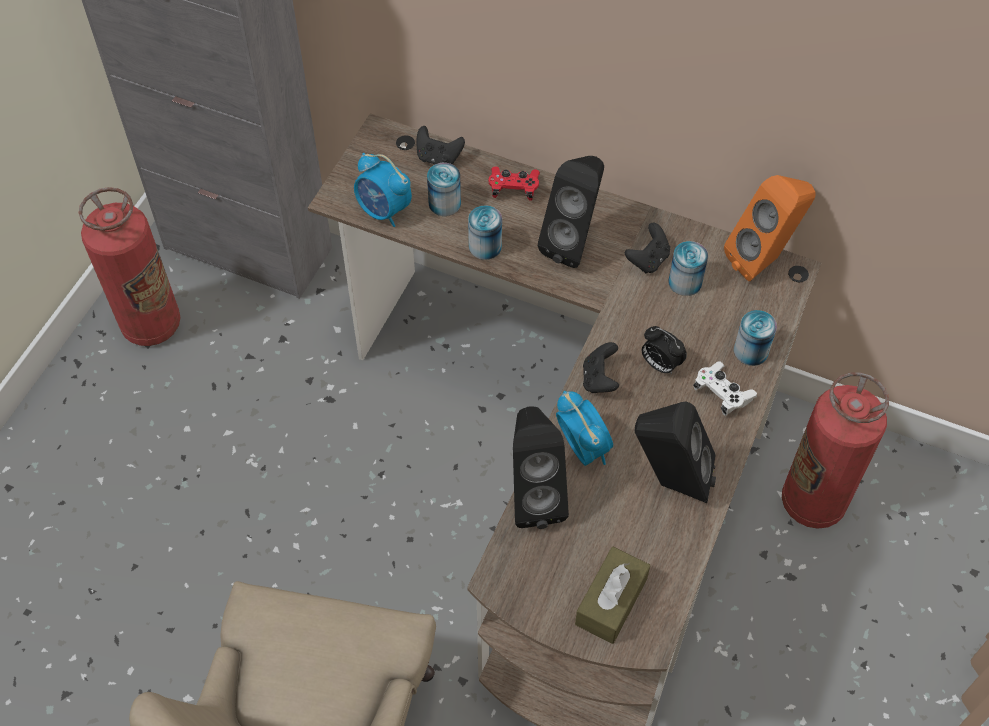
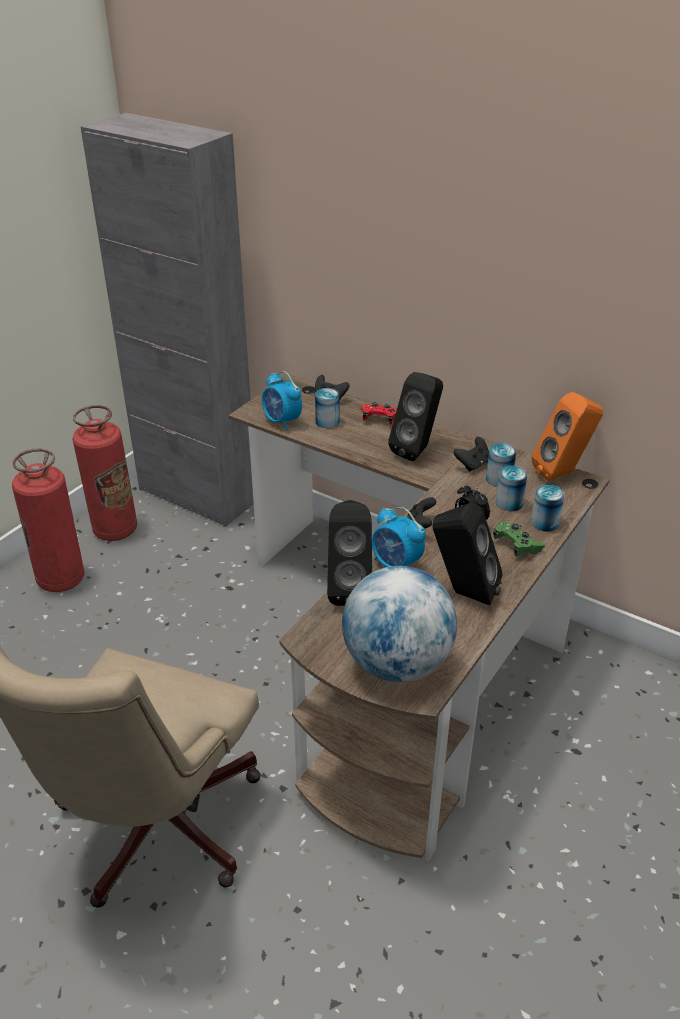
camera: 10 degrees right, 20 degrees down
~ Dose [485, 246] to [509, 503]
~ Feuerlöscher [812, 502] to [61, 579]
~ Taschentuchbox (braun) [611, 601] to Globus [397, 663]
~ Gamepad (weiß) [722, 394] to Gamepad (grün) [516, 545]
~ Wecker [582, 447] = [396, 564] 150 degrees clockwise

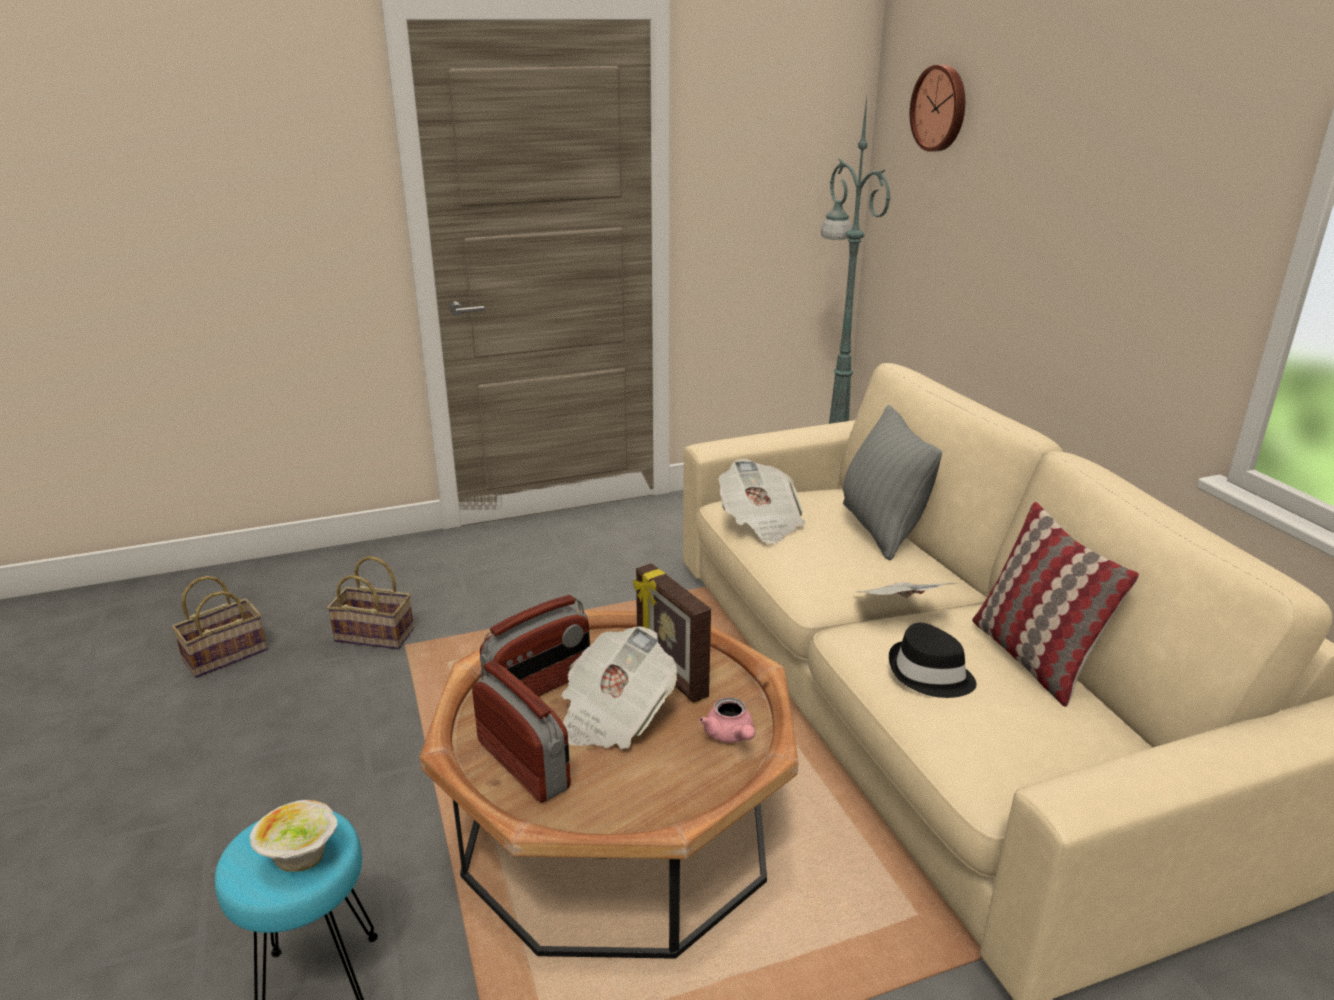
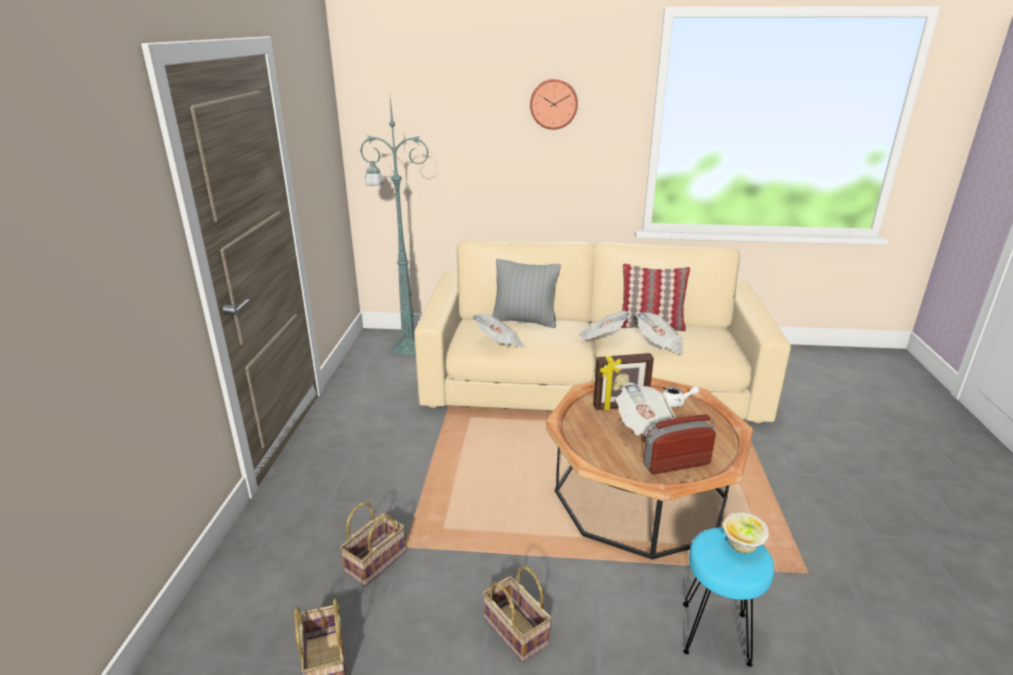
camera: 65 degrees left, 0 degrees up
- Radio [539, 687]
+ Korb [513, 631]
~ Wanduhr [940, 108] to [553, 104]
~ Hut (schwarz) [929, 674] to Zeitung [659, 345]
~ Teekanne (rosa) [730, 736] to Teekanne (weiß) [676, 403]

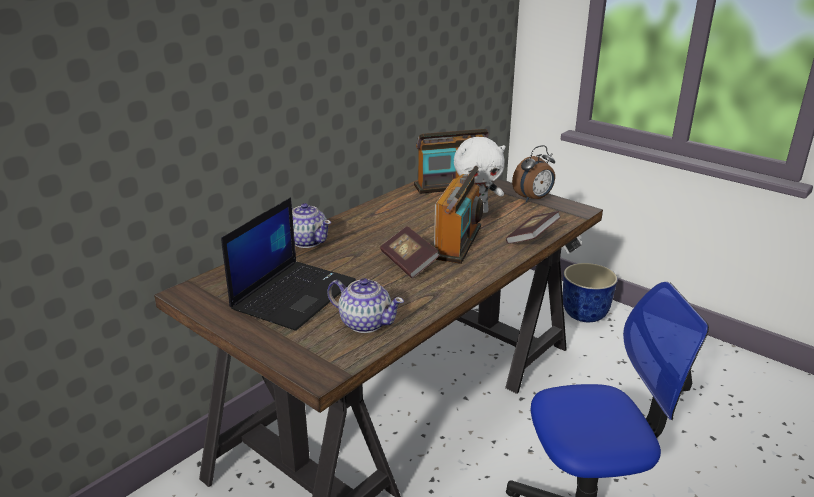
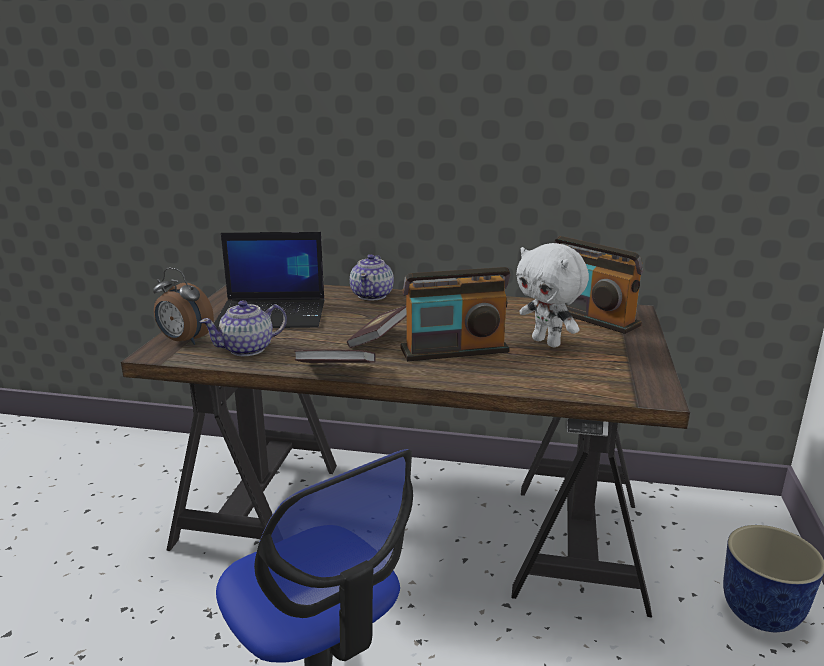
camera: 60 degrees right, 5 degrees down
~ Buch [532, 238] to [336, 371]
~ Wecker [533, 199] to [184, 341]
~ Teekanne [365, 322] = [248, 349] 60 degrees clockwise

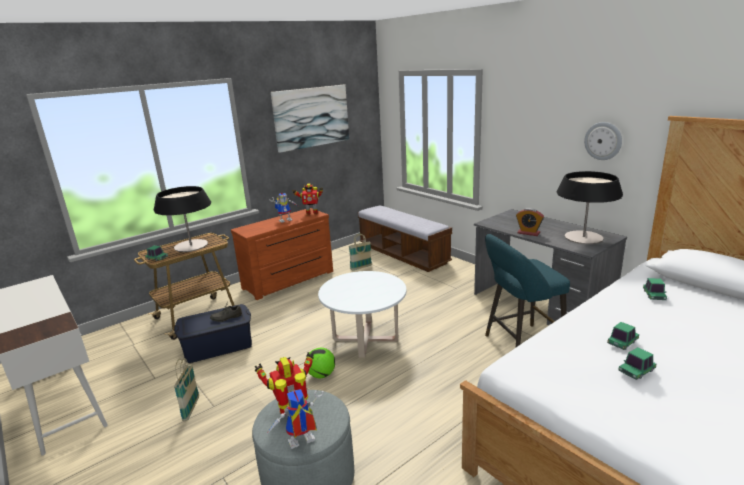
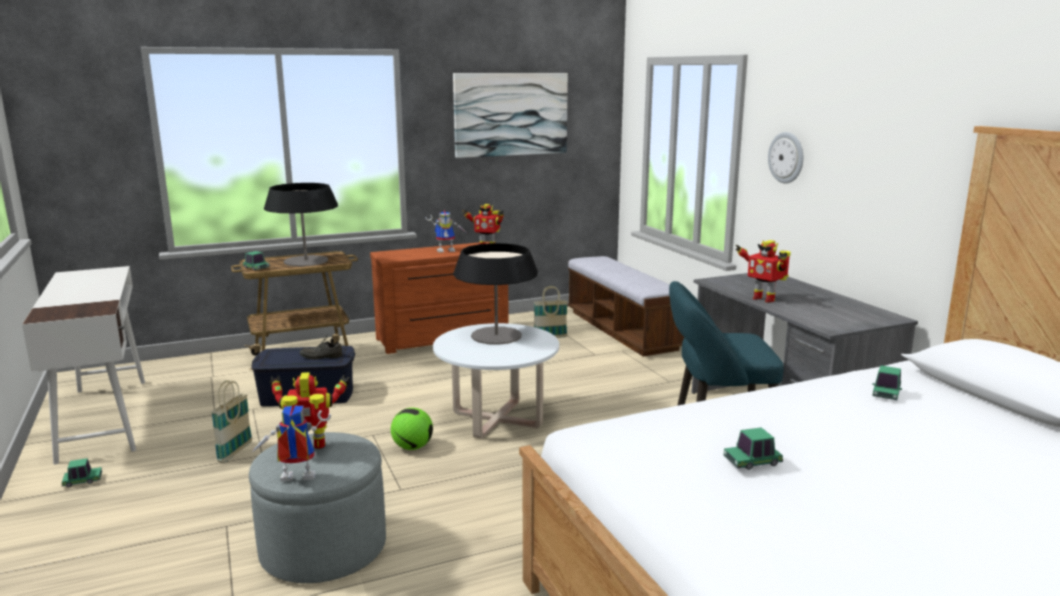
camera: 15 degrees right, 5 degrees down
~ Tischlampe [583, 237] to [496, 335]
~ Wanduhr [603, 141] to [786, 157]
~ Spielzeugauto [622, 342] to [82, 481]
~ Wecker [528, 233] to Spielzeugroboter [763, 299]

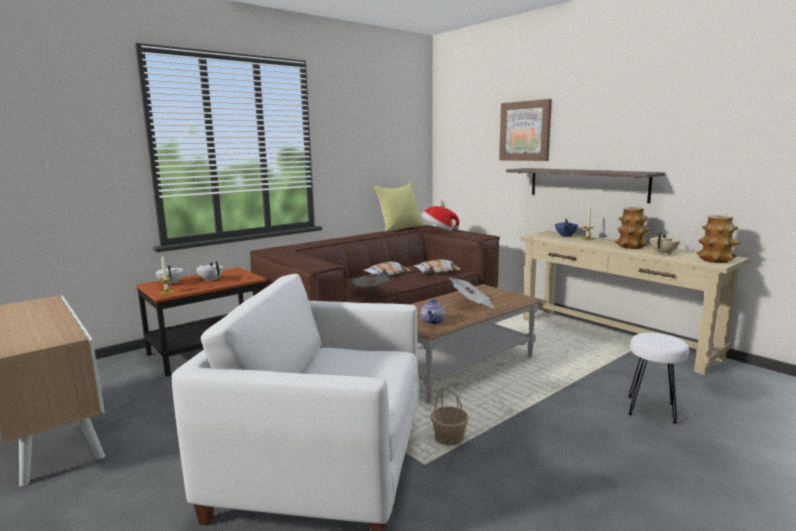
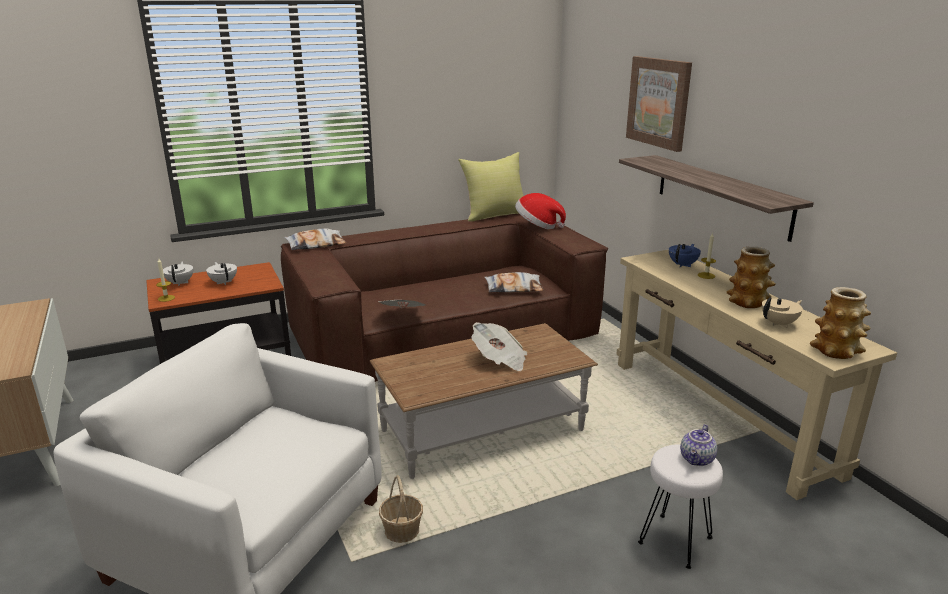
camera: 15 degrees right, 10 degrees up
~ Kissen [387, 274] to [316, 244]
~ Teekanne [433, 322] to [697, 459]

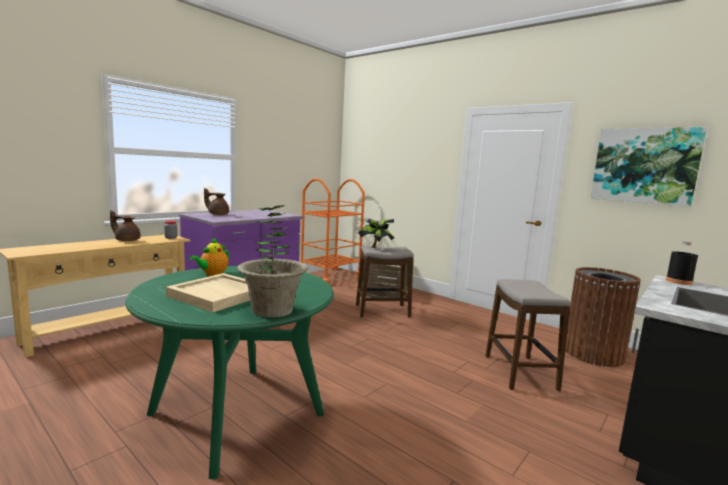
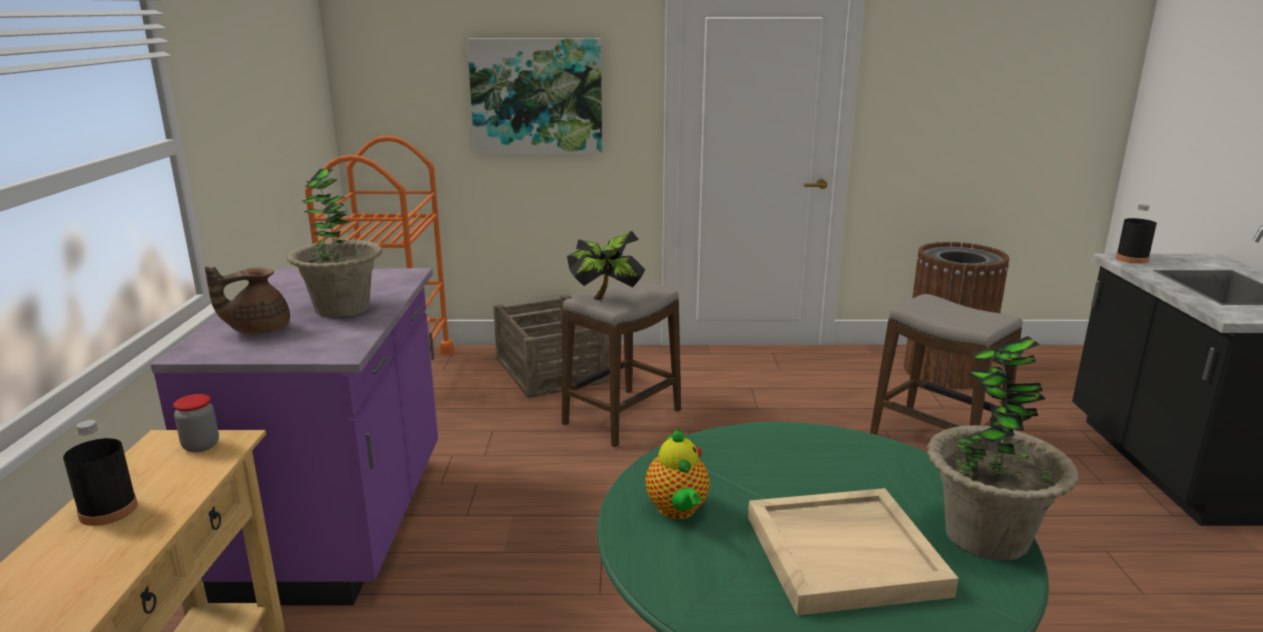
camera: 40 degrees left, 10 degrees up
+ Topfpflanze [342, 309]
~ Bild [644, 166] to [536, 96]
~ Teekanne (braun) [127, 240] to Flasche (schwarz) [108, 510]

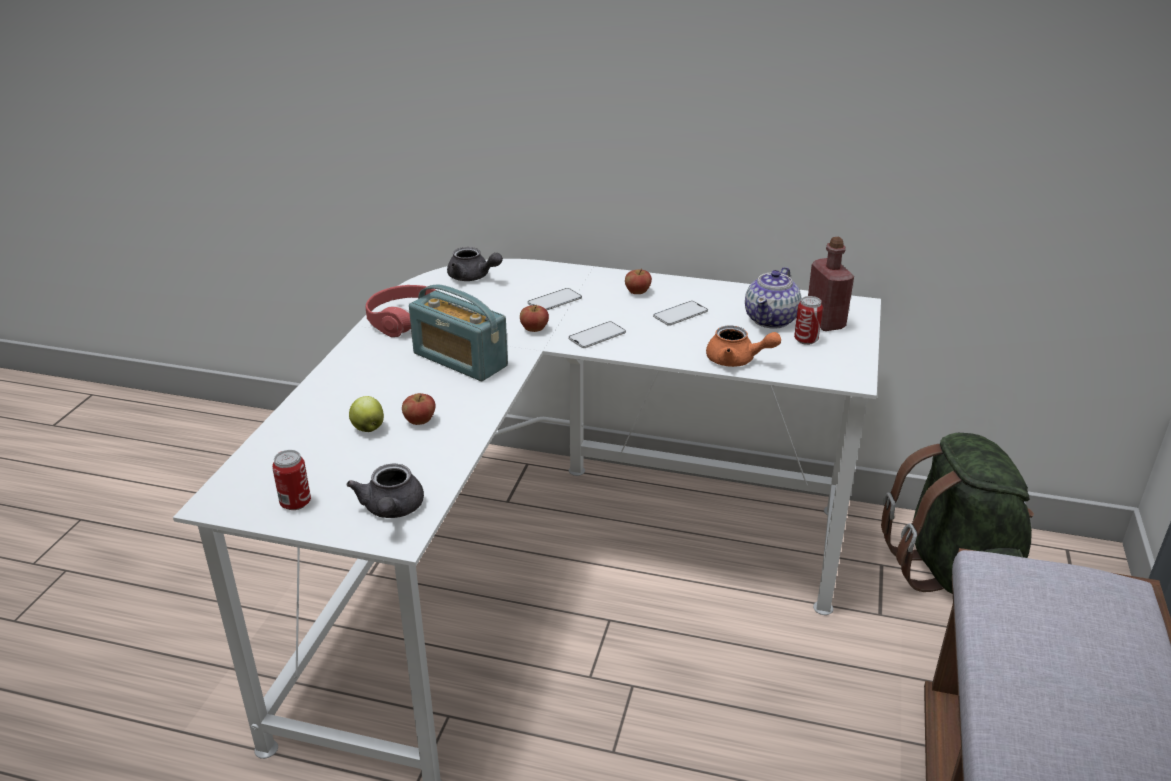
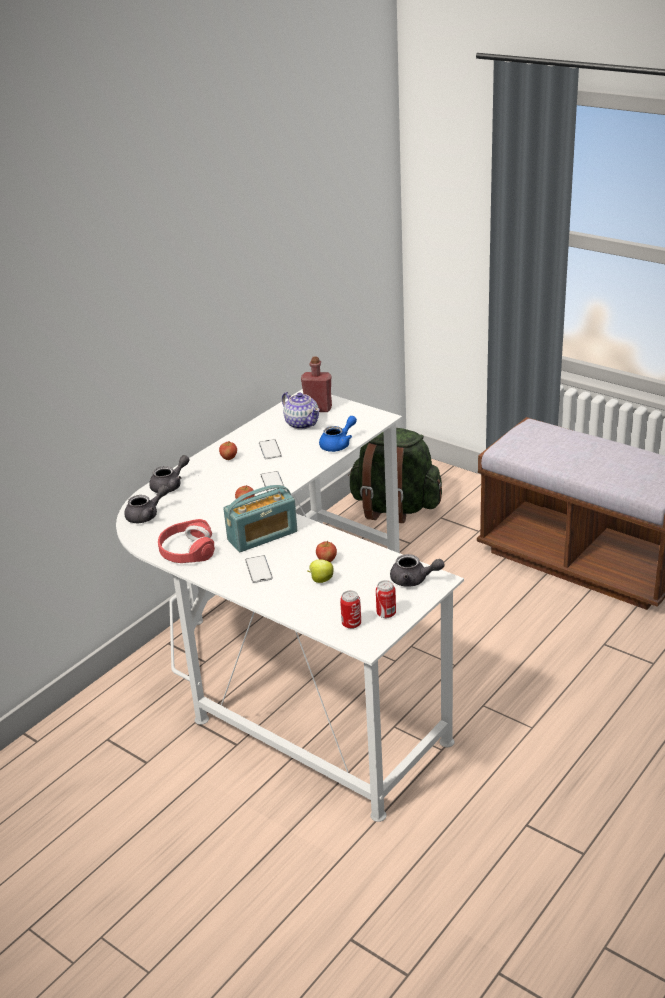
camera: 65 degrees left, 0 degrees up
+ Teekanne (grau) [170, 485]
~ Handy [554, 300] to [258, 569]
~ Dose [806, 340] to [351, 624]
~ Teekanne (orange) [737, 360] to Teekanne (blau) [338, 444]

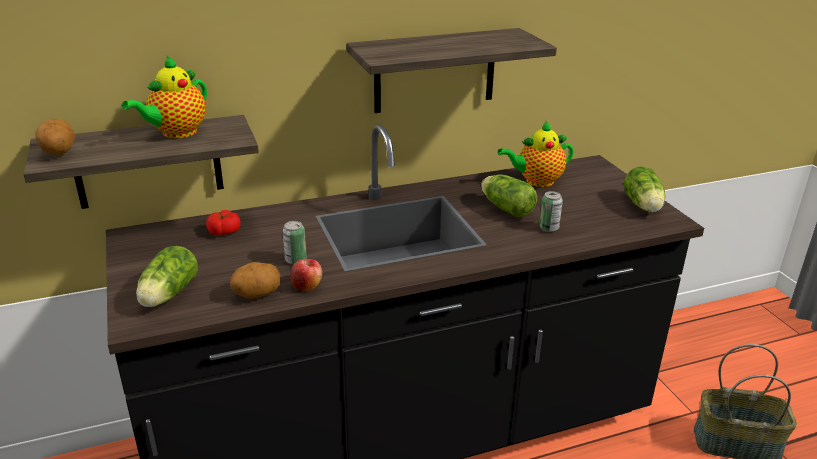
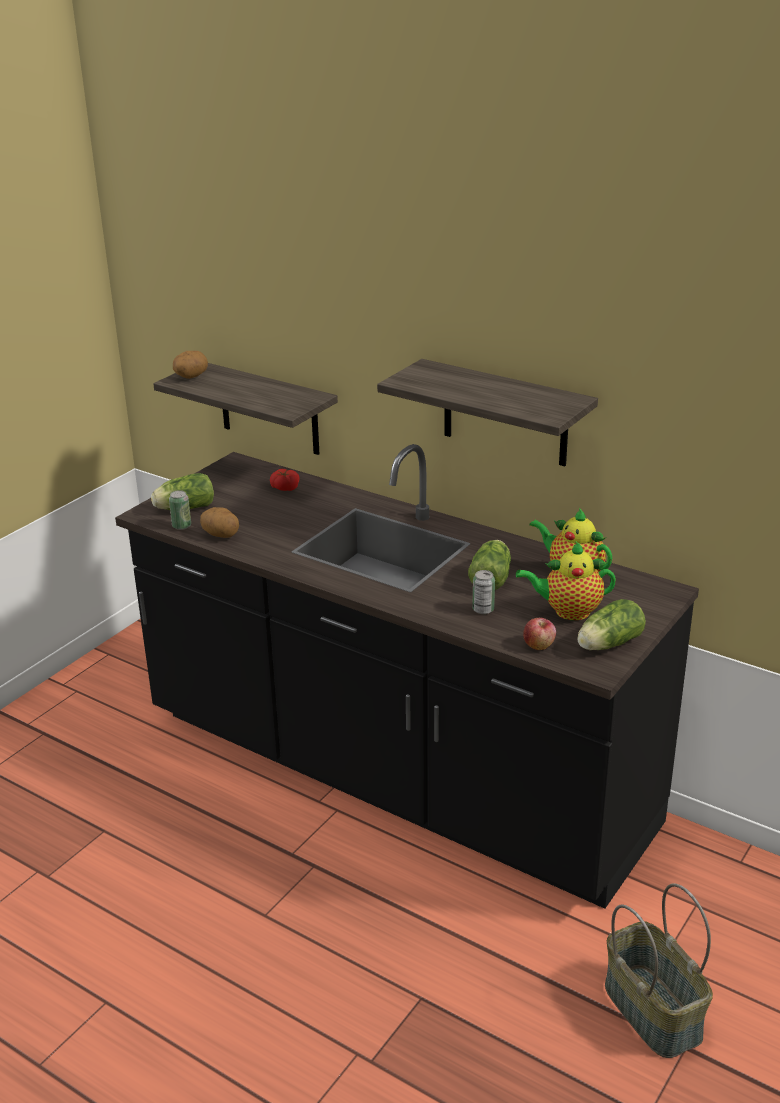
camera: 55 degrees right, 0 degrees up
~ Teekanne [176, 133] to [568, 611]
~ Dose [295, 260] to [181, 526]
~ Apfel [307, 286] to [539, 645]

